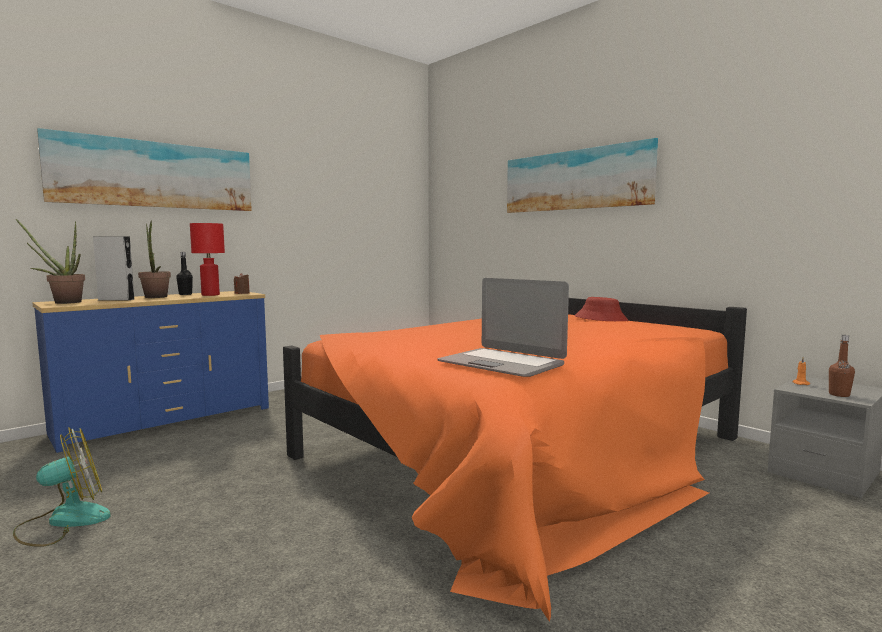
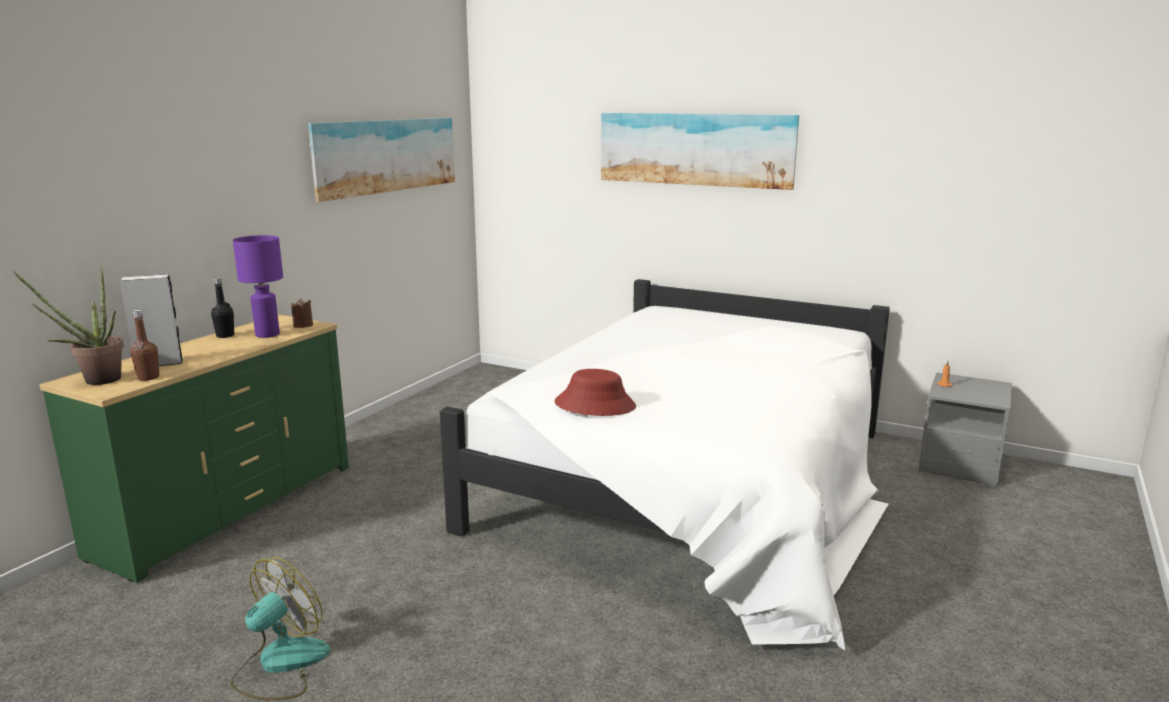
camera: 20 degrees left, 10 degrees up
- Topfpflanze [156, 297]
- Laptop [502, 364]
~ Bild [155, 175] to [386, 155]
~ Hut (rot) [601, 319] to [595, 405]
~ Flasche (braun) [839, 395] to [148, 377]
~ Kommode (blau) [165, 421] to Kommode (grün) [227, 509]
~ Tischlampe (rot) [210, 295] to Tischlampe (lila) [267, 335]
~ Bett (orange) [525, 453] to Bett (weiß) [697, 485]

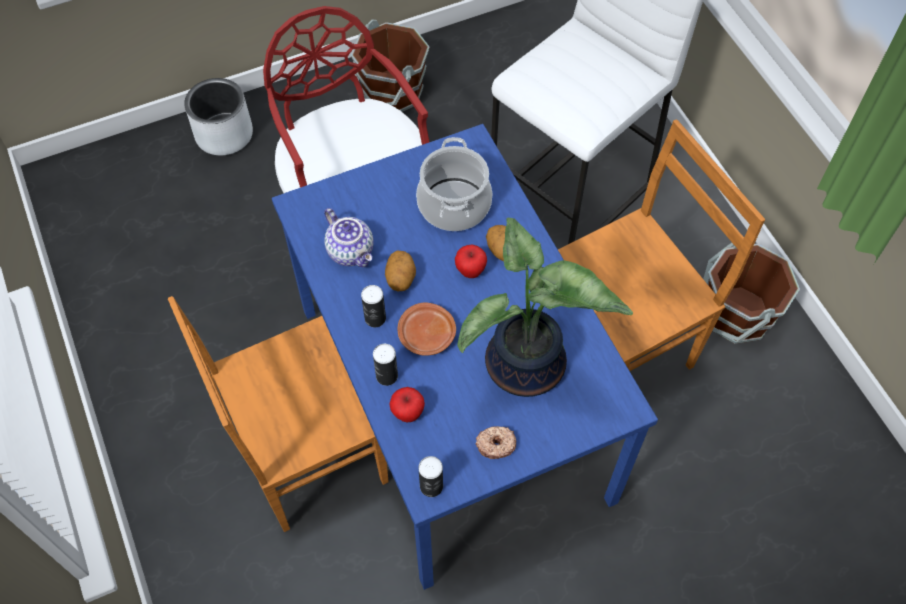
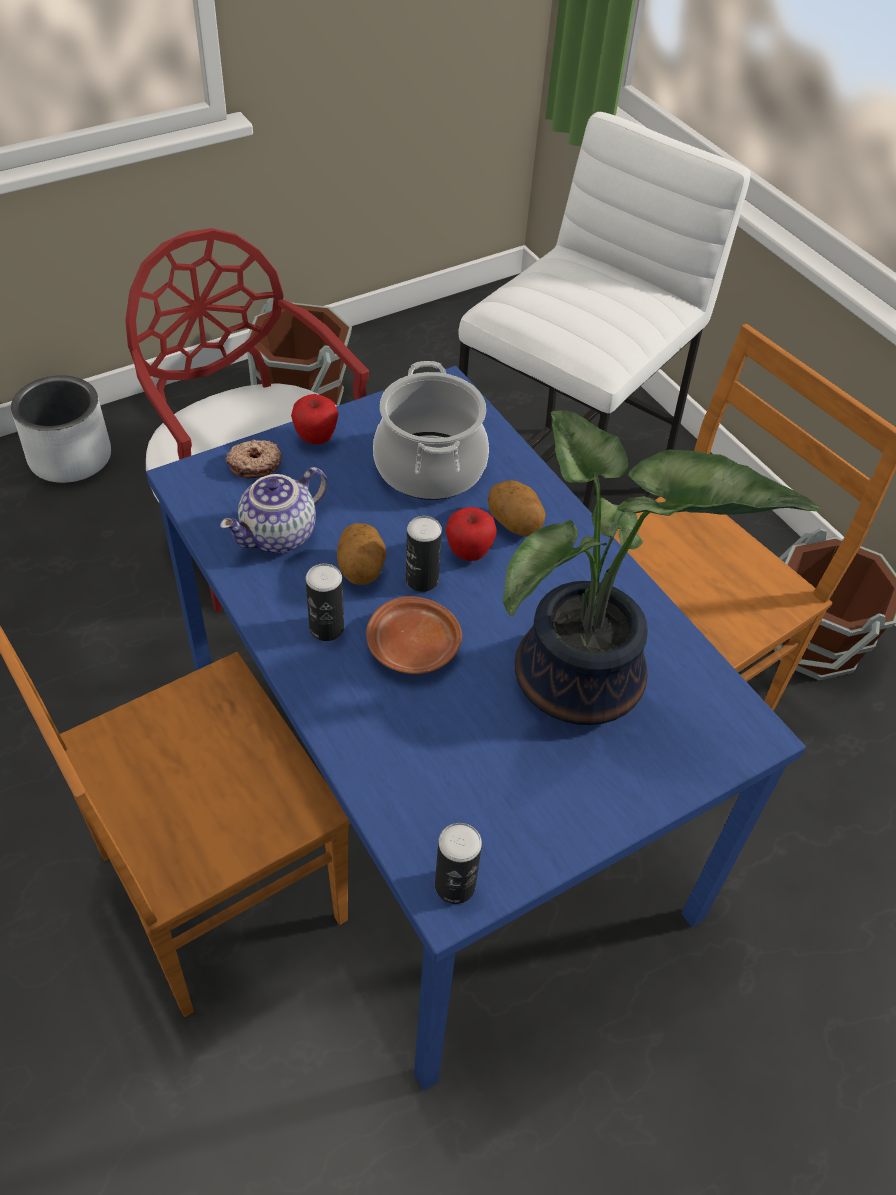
camera: 10 degrees left, 10 degrees down
~ Dose [387, 376] to [422, 580]
~ Apfel [408, 413] to [316, 438]
~ Donut [495, 444] to [254, 464]
~ Teekanne [352, 251] = [279, 536] 90 degrees clockwise

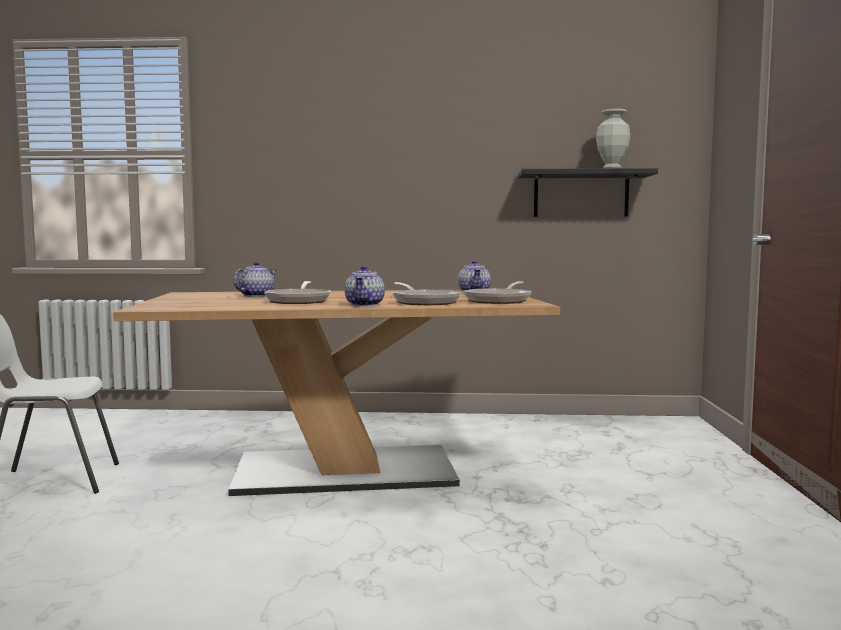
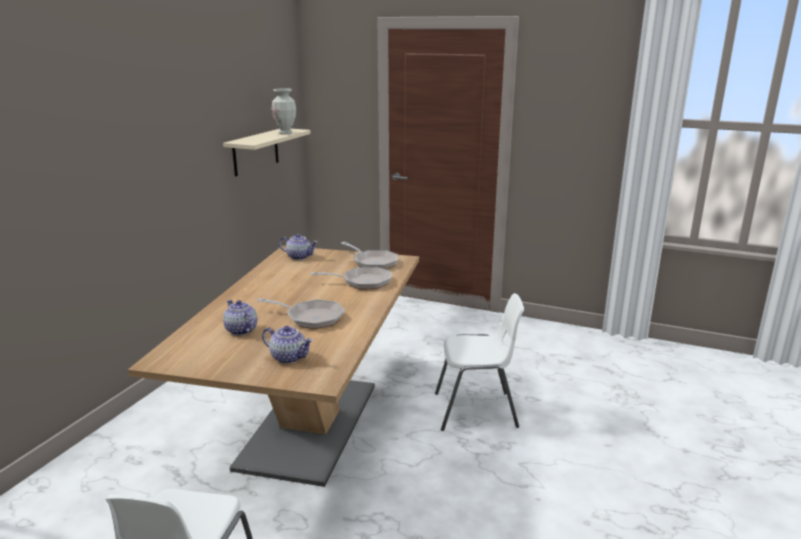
camera: 70 degrees left, 15 degrees up
+ Stuhl (weiß) [476, 411]
~ Teekanne [365, 304] to [289, 357]
~ Wandregal (schwarz) [581, 194] to Wandregal (beige) [255, 152]

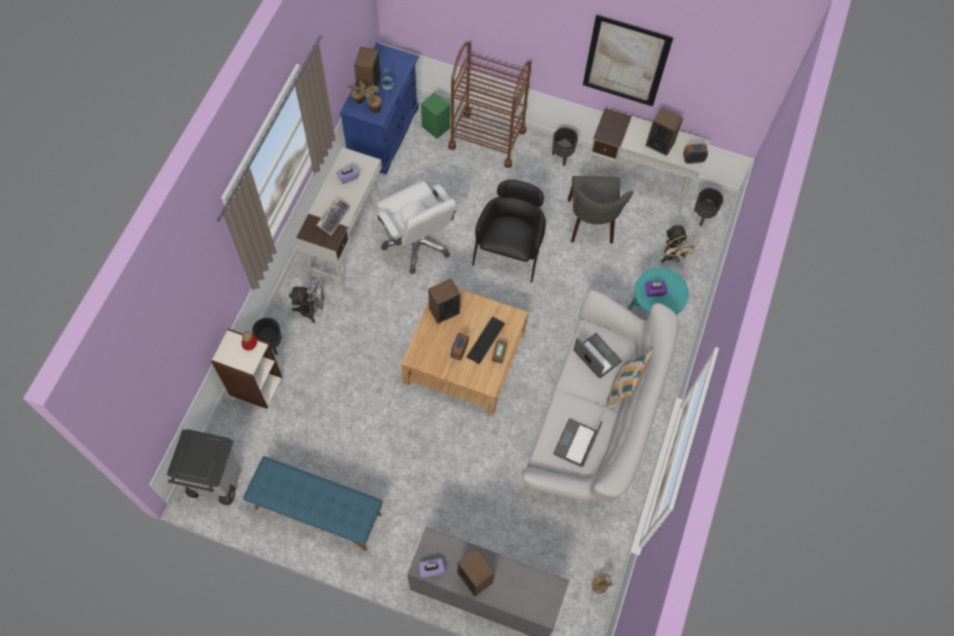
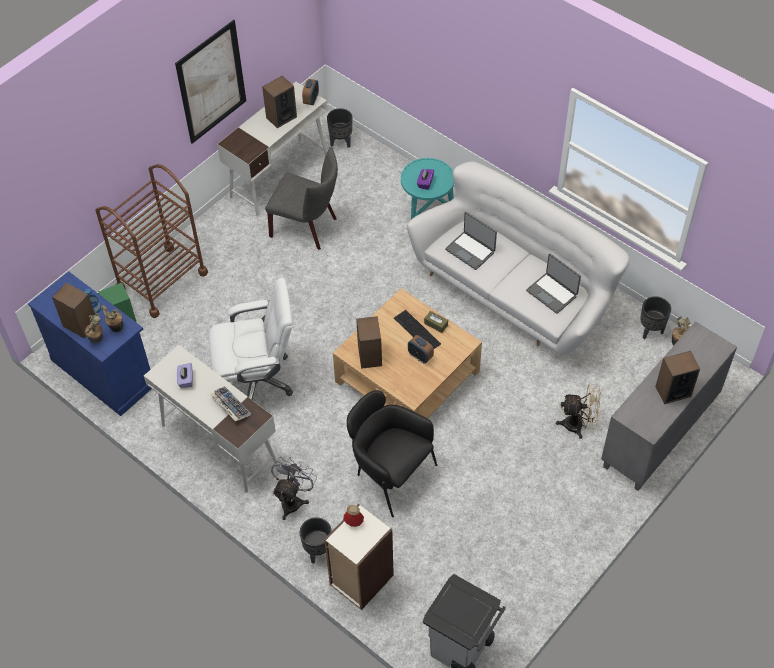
camera: 65 degrees left, 10 degrees down
- Bank (blau) [317, 511]
- Taschentuchbox (lila) [431, 569]
- Kissen [624, 387]
~ Sessel (schwarz) [509, 251] to [389, 474]
~ Pflanzkübel (schwarz) [562, 157] to [650, 330]
~ Ventilator (beige) [673, 257] to [578, 425]
~ Laptop [596, 357] = [470, 250] 120 degrees counterclockwise

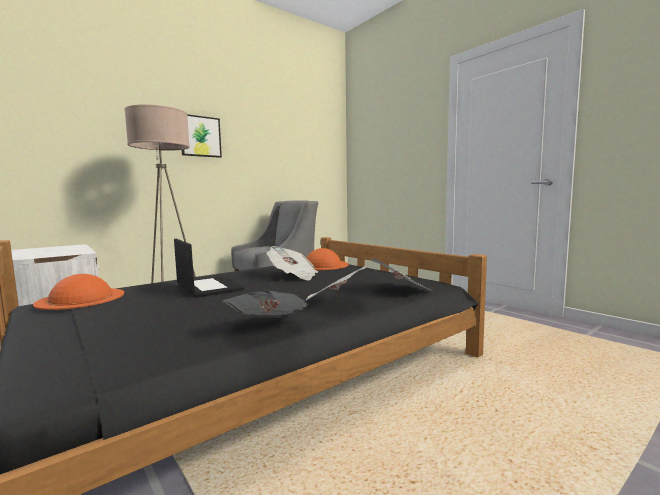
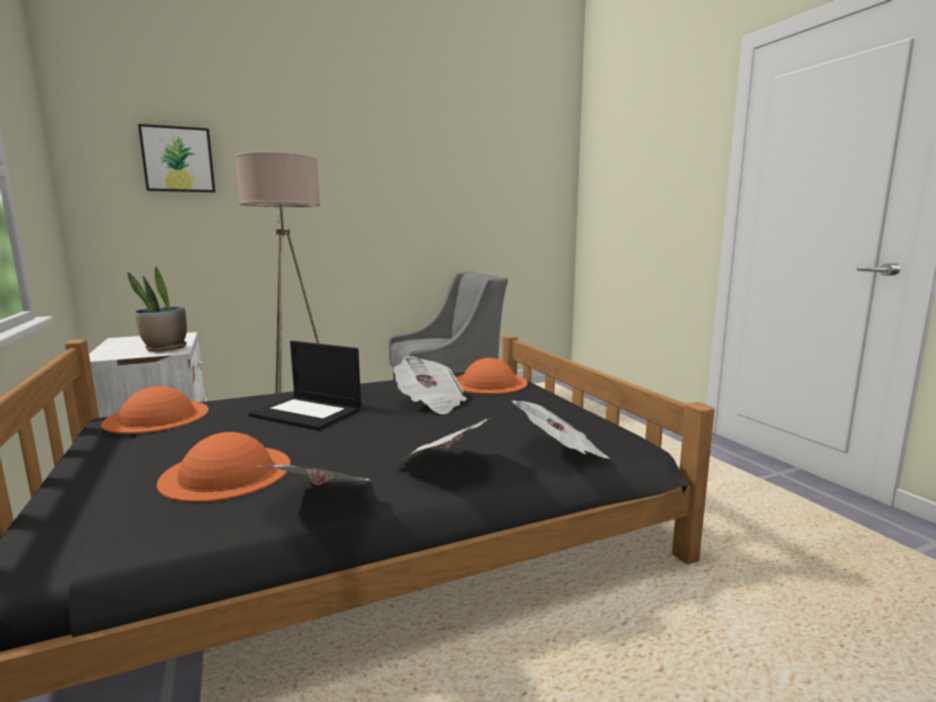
camera: 15 degrees right, 5 degrees up
+ Topfpflanze [165, 348]
+ Hut (orange) [227, 472]
~ Bild [200, 136] to [178, 159]
~ Laptop [208, 287] = [308, 413] 135 degrees clockwise

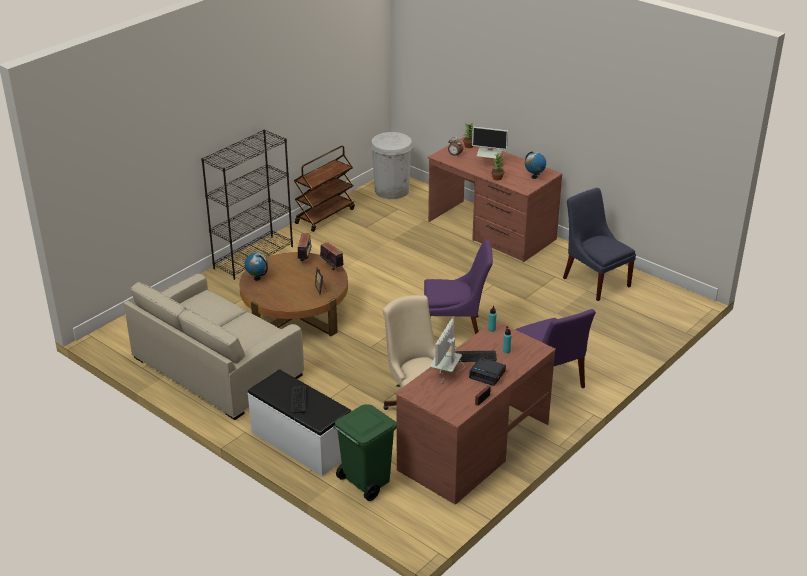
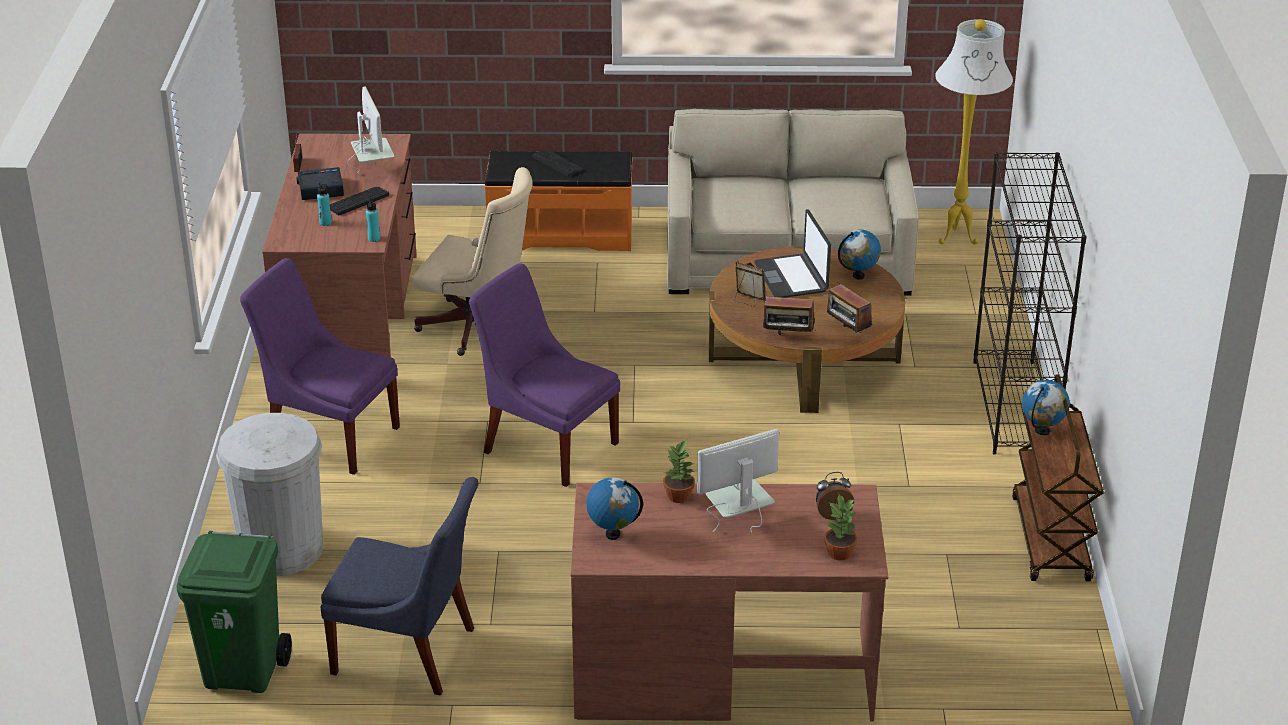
camera: 140 degrees right, 0 degrees up
+ Laptop [792, 277]
+ Stehlampe (weiß) [958, 239]
+ Globus [1042, 431]
~ Mülleimer (grün) [365, 482] to [244, 672]
~ Mülleimer (weiß) [391, 190] to [281, 549]
~ Bank (weiß) [301, 443] to Bank (orange) [561, 234]
~ Stuhl (lila) [456, 330] = [547, 444] 75 degrees clockwise

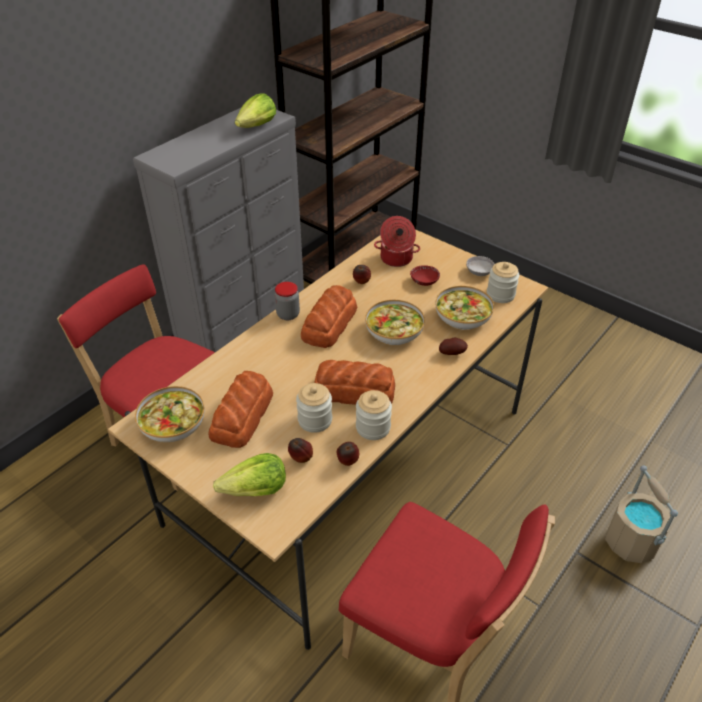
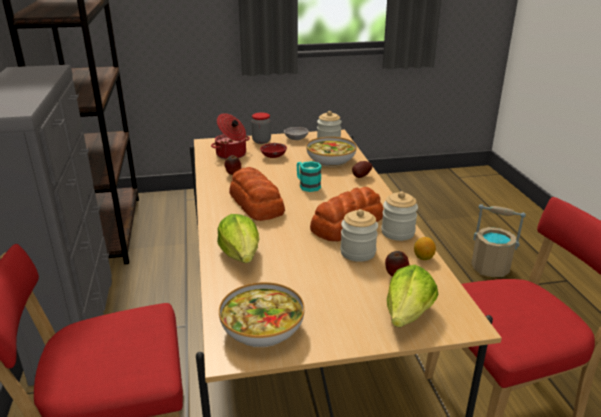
camera: 50 degrees left, 15 degrees down
- Brot [243, 415]
~ Salatkopf [257, 126] to [241, 255]
~ Vorratsglas [288, 314] to [261, 141]
~ Apfel [347, 462] to Zitrone [423, 257]
~ Schüssel [394, 332] to Henkelbecher (türkis) [307, 185]

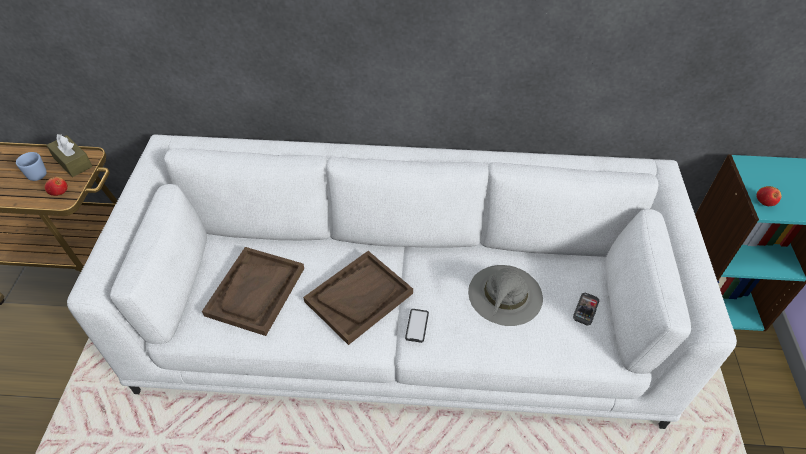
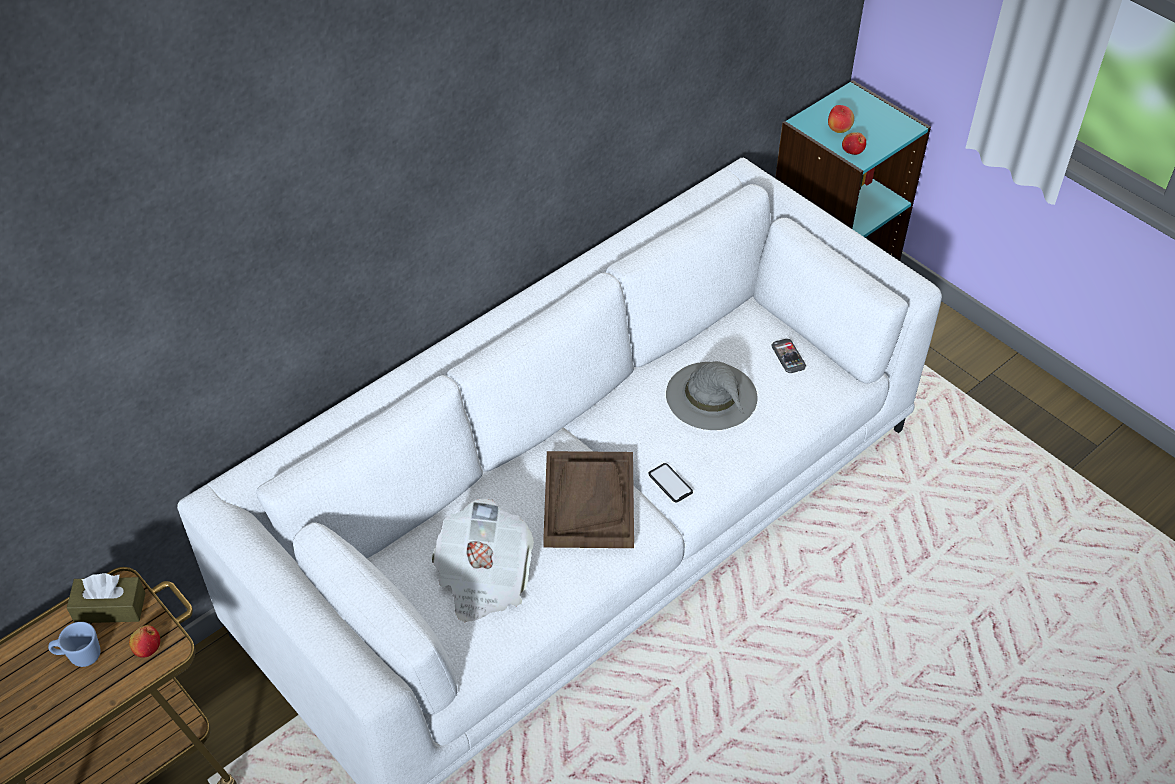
camera: 45 degrees left, 0 degrees up
+ Apfel [838, 130]
~ Tablett (braun) [255, 292] to Zeitung [483, 578]

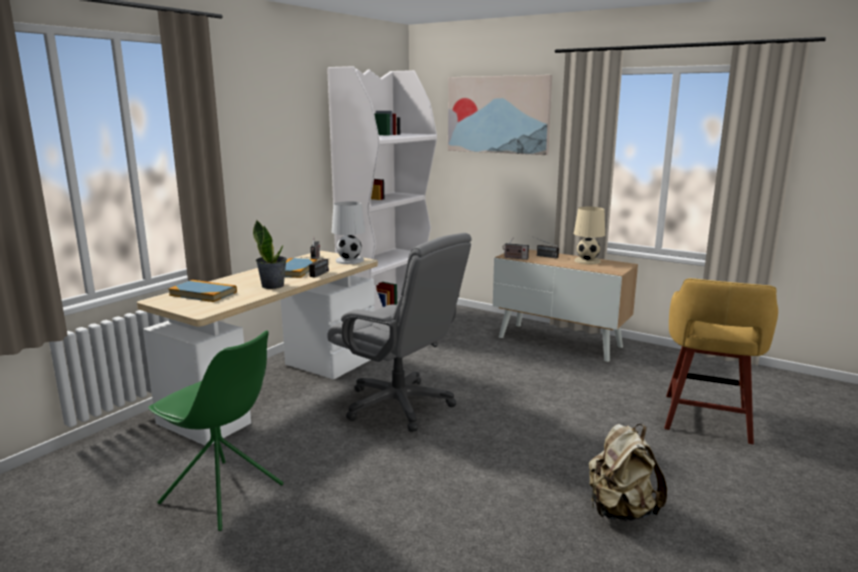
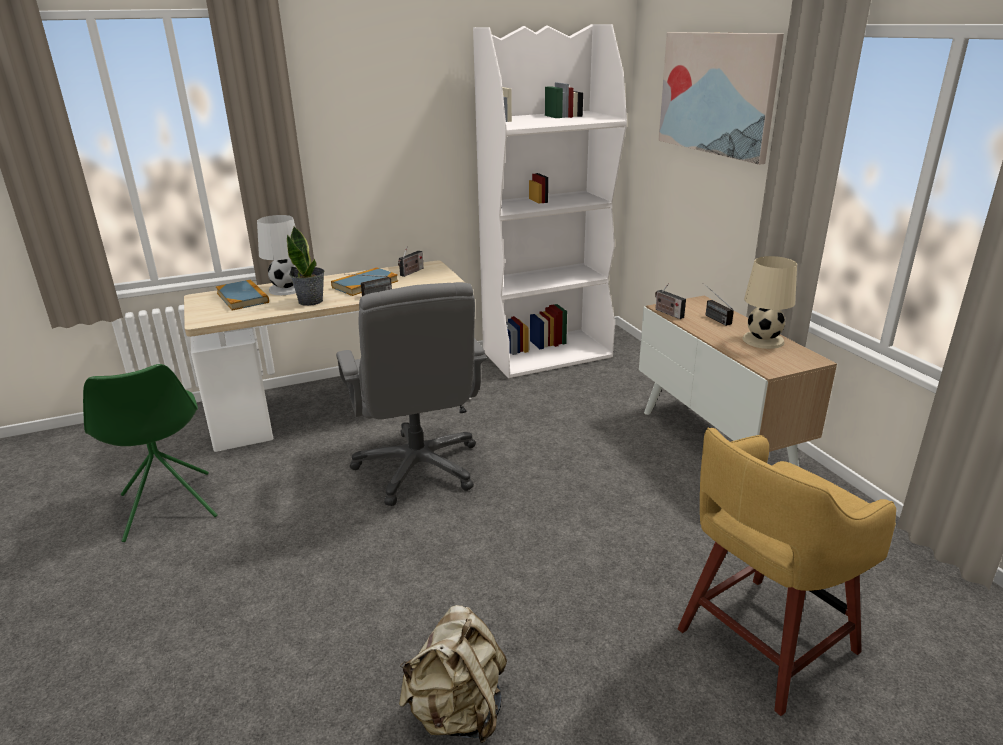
camera: 35 degrees right, 10 degrees up
~ Tischlampe (weiß) [349, 260] to [286, 289]

